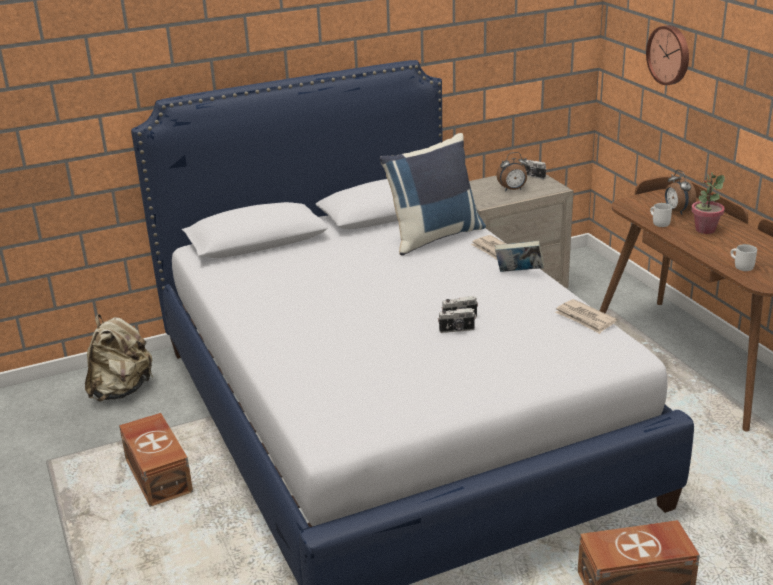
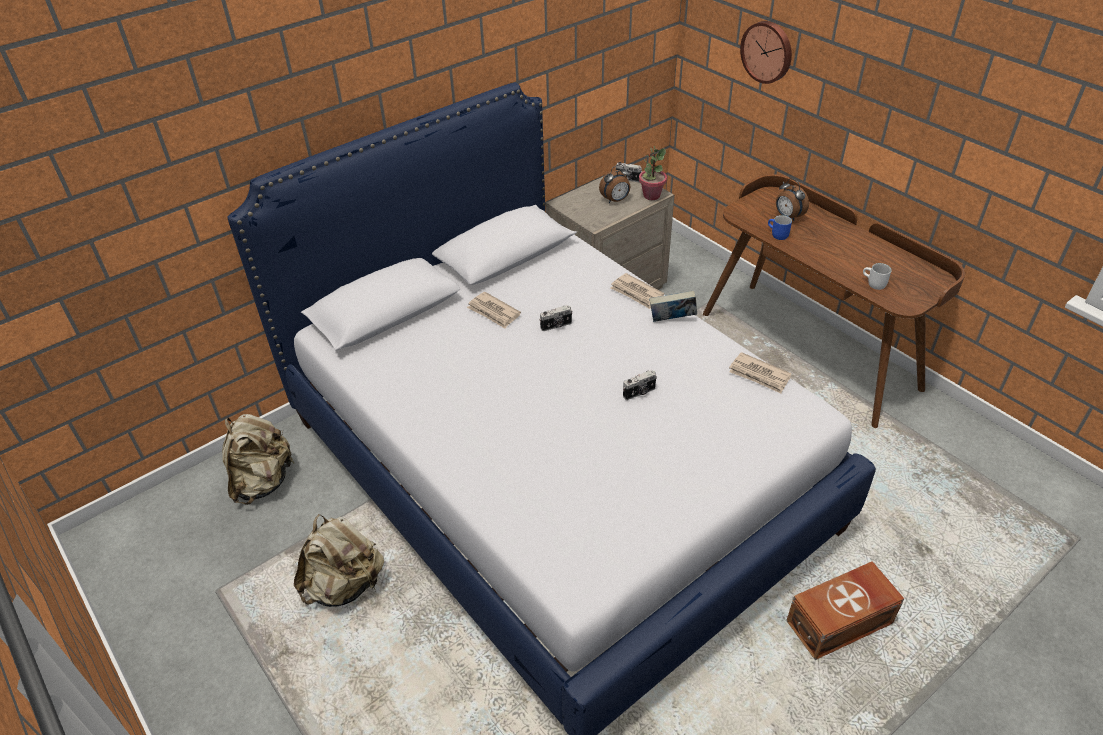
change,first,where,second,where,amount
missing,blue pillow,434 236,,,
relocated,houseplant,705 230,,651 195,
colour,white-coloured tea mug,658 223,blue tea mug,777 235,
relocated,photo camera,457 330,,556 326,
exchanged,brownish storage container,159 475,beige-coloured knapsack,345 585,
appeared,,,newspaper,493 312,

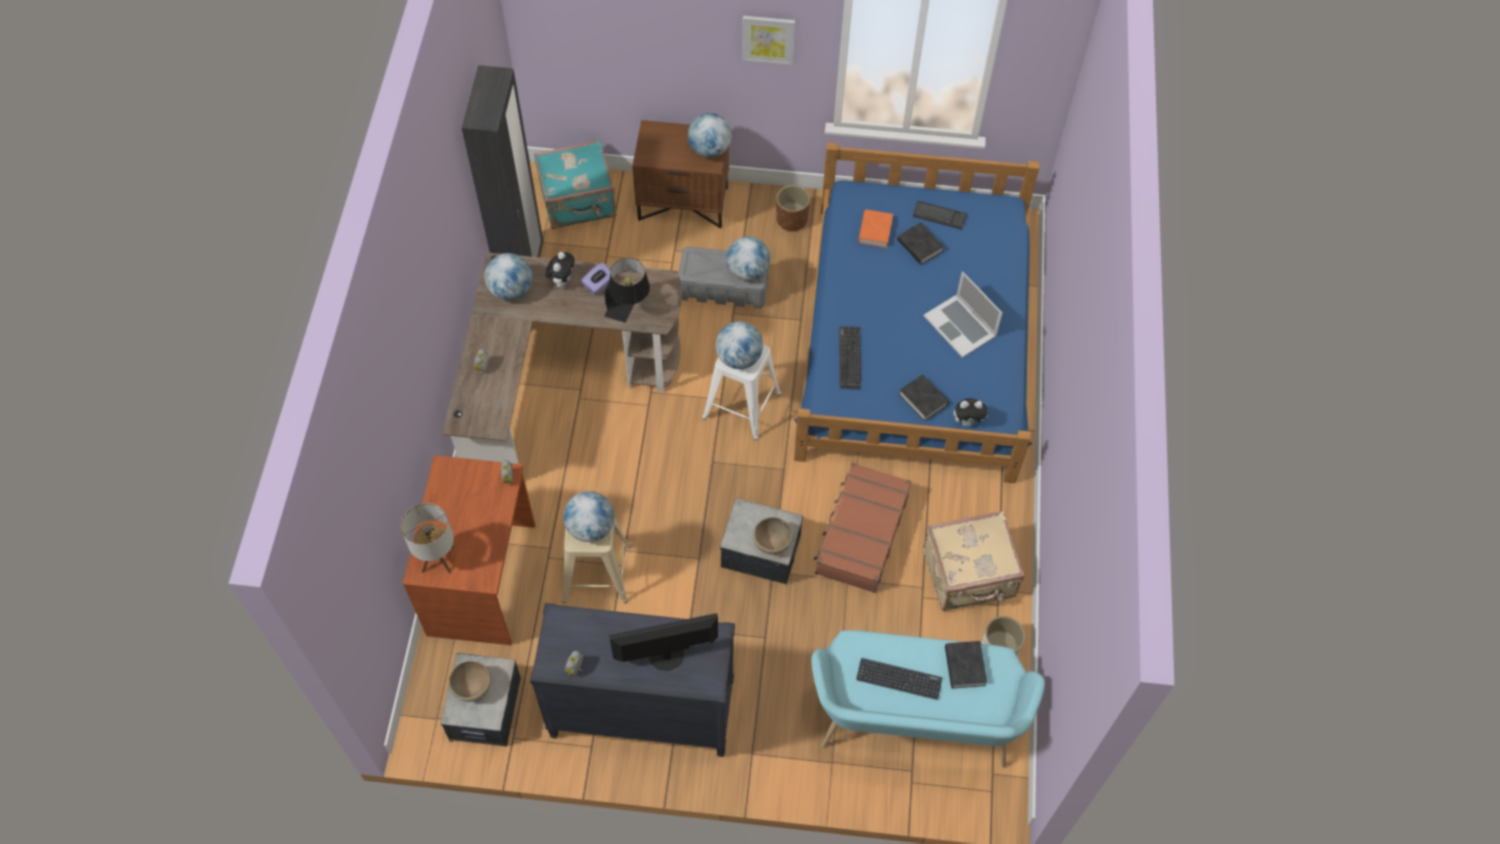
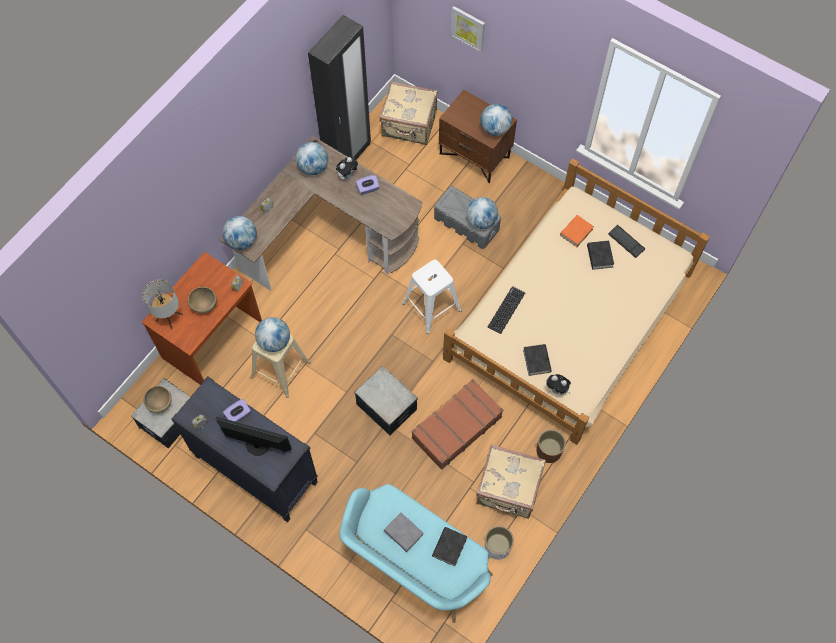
change,first,where,second,where,amount
relocated,picture,768 39,,468 28,
colour,blue-green piece of luggage,578 202,beige-coloured piece of luggage,409 125,
colour,blue sleeping bed,914 339,beige-coloured sleeping bed,569 316,
relocated,brownish planter,791 219,,548 451,
missing,black-coloured tabletop lamp,628 308,,,
missing,notebook computer,960 325,,,
relocated,world globe,739 358,,242 241,
relocated,brownish bowl,772 544,,204 306,
exchanged,PC keyboard,899 679,greyish book,403 533,
appeared,,,purple-coloured tissue box,238 415,

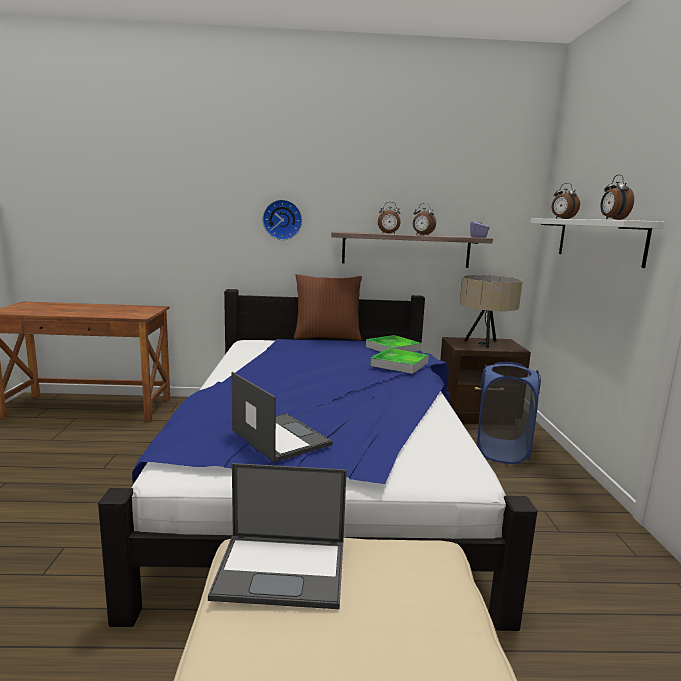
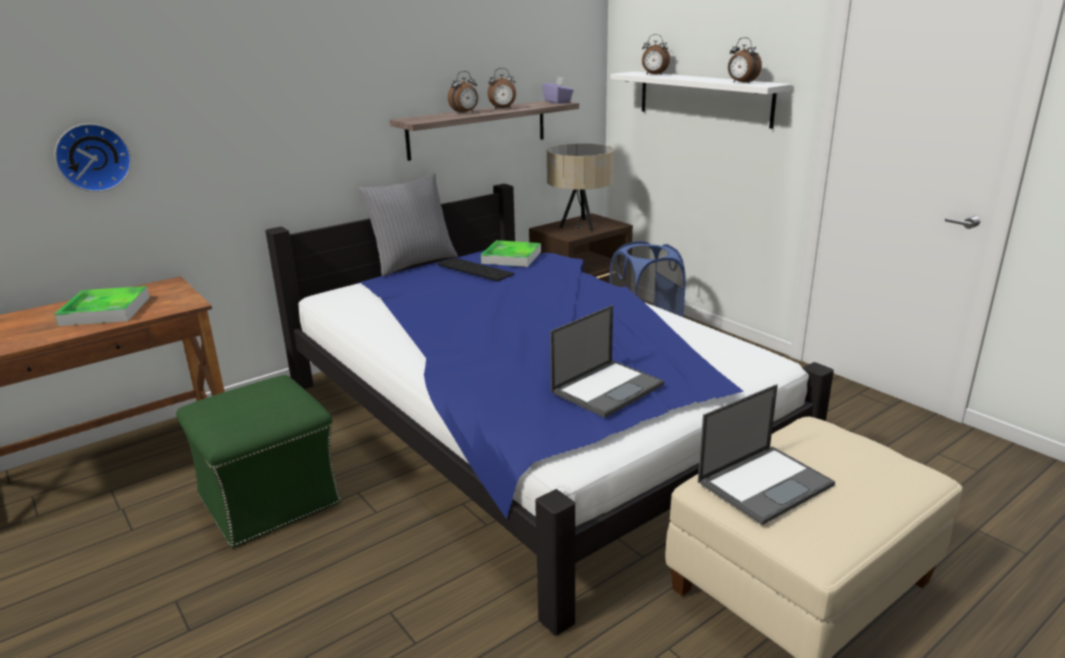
change,first,where,second,where,amount
relocated,hanging clock,282 219,,92 157,
colour,brownish pillow,327 337,greyish pillow,413 263,
relocated,serving tray,399 364,,105 311,
spun,notebook computer,279 437,,608 388,120 degrees clockwise
appeared,,,PC keyboard,473 269,
appeared,,,greenish ottoman,271 498,

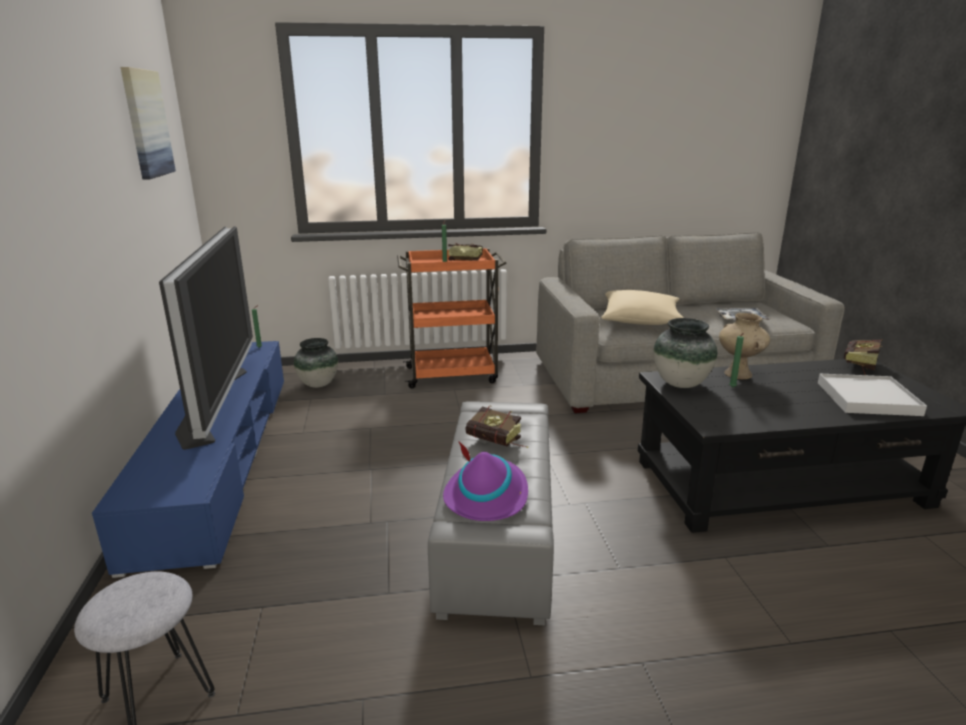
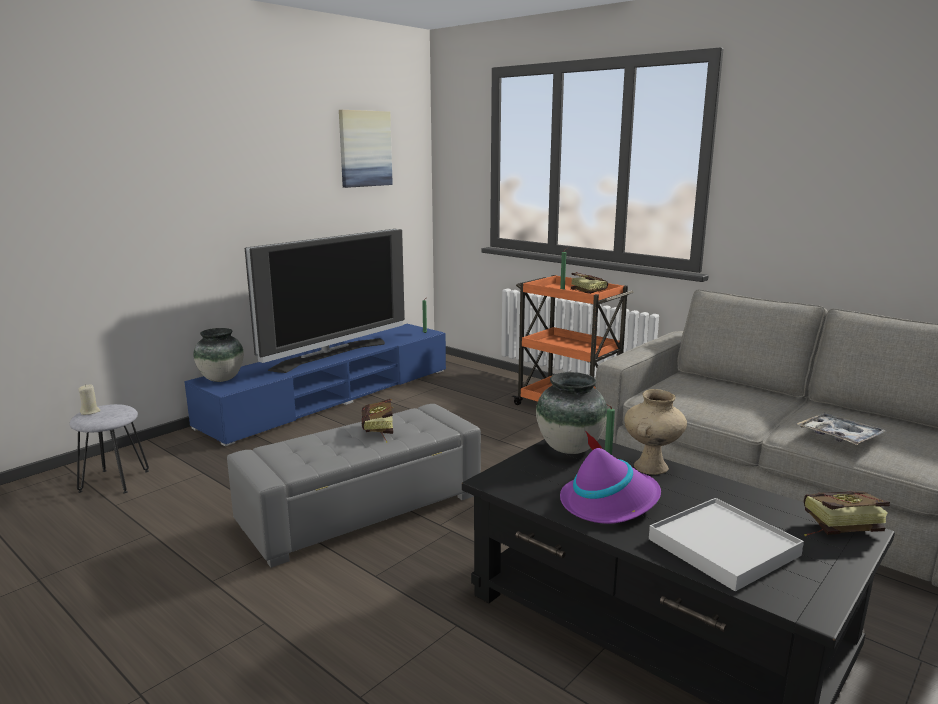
change,first,where,second,where,amount
missing,beige-coloured pillow,640 320,,,
relocated,vase,319 384,,221 379,
relocated,purple-coloured clothing hat,486 496,,609 503,
appeared,,,beige-coloured wax light,90 412,

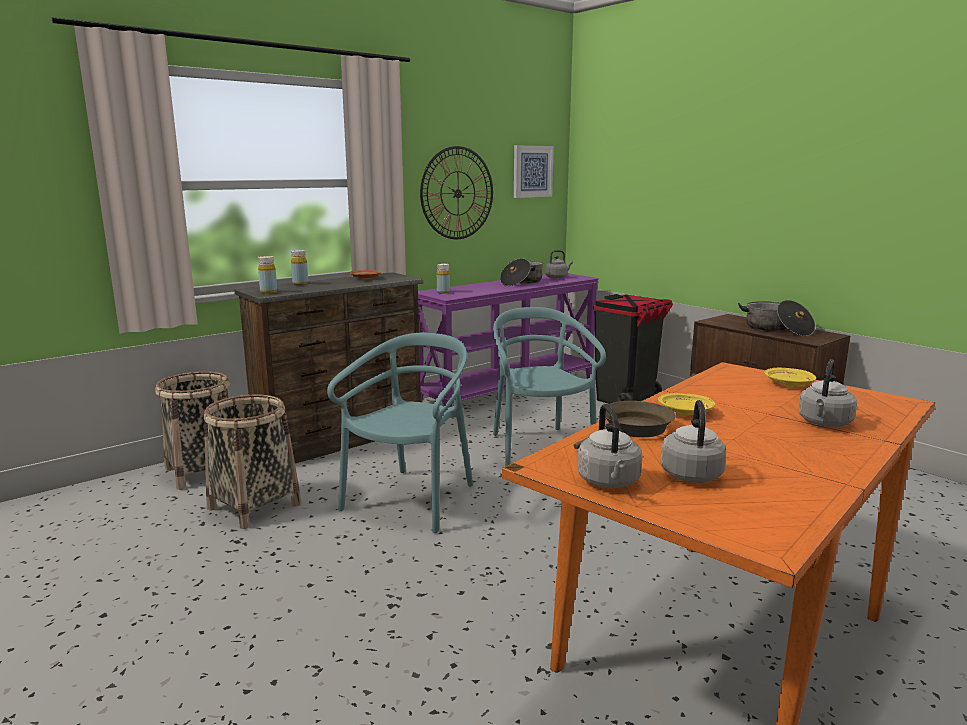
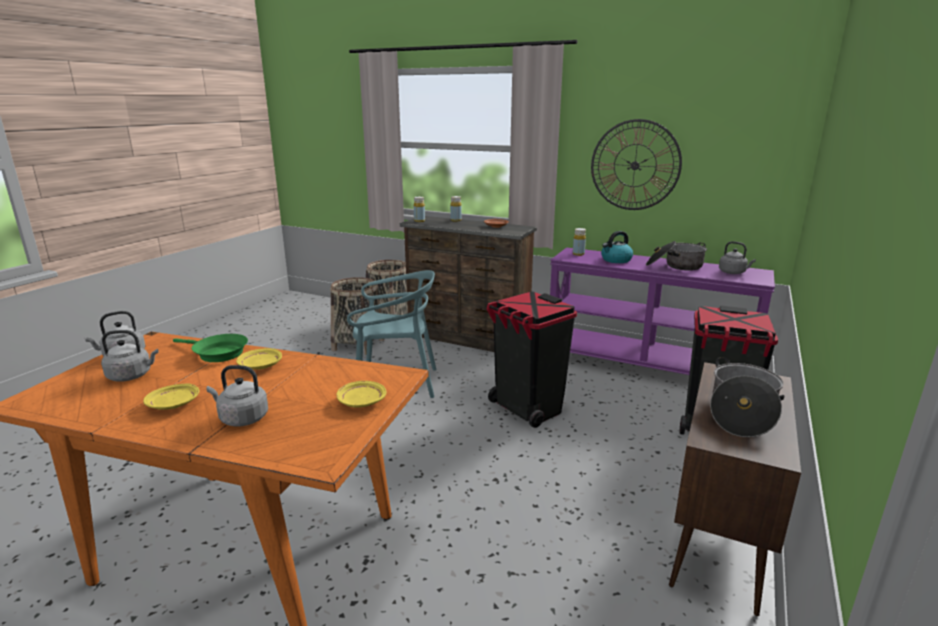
change,first,where,second,where,amount
missing,picture,532 171,,,
exchanged,blue-green chair,539 448,black-coloured waste bin,527 409,
colour,brownish skillet,632 429,greenish skillet,217 353,
appeared,,,water kettle,616 260,
appeared,,,yellowish dinner plate,174 404,

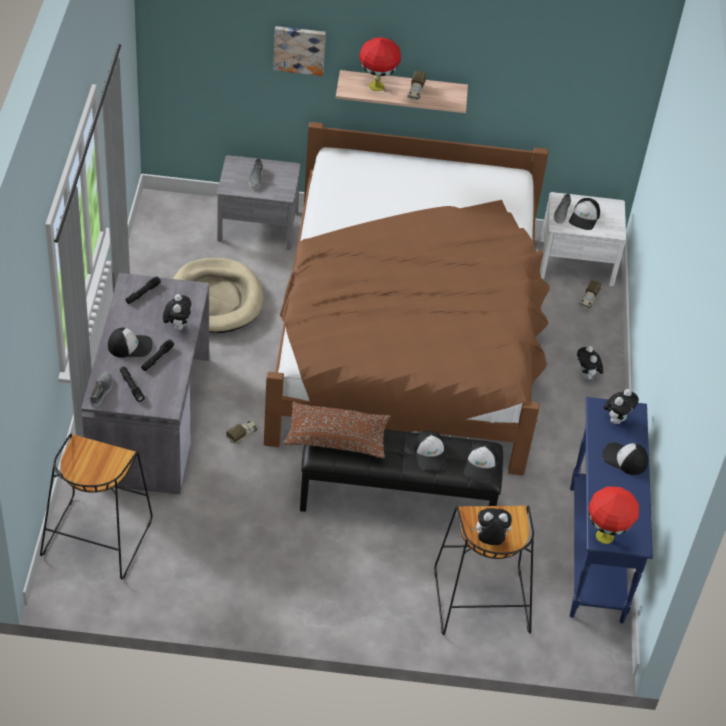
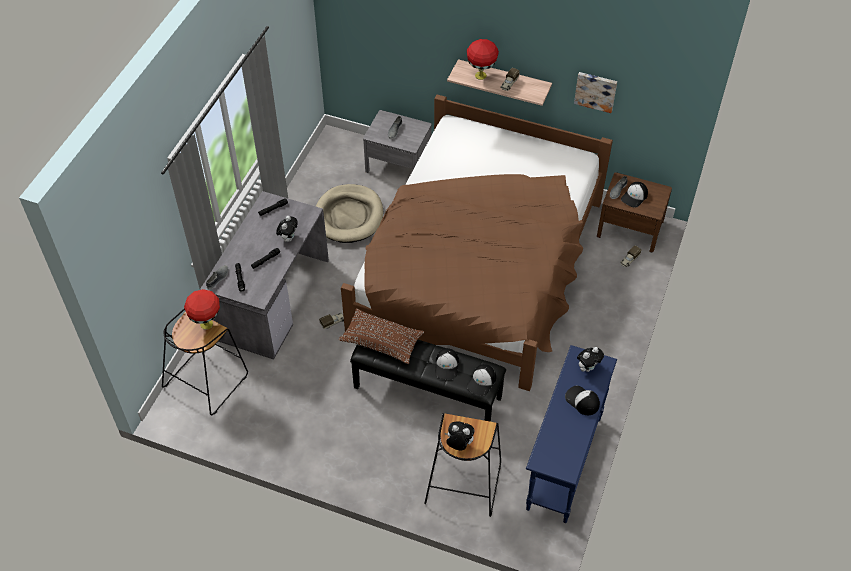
change,first,where,second,where,amount
relocated,picture,299 49,,595 91,
colour,white-coloured night table,576 262,brownish night table,630 228,
missing,cap,130 346,,,
missing,cuddly toy,587 376,,,
relocated,red-coloured tabletop lamp,605 536,,207 324,

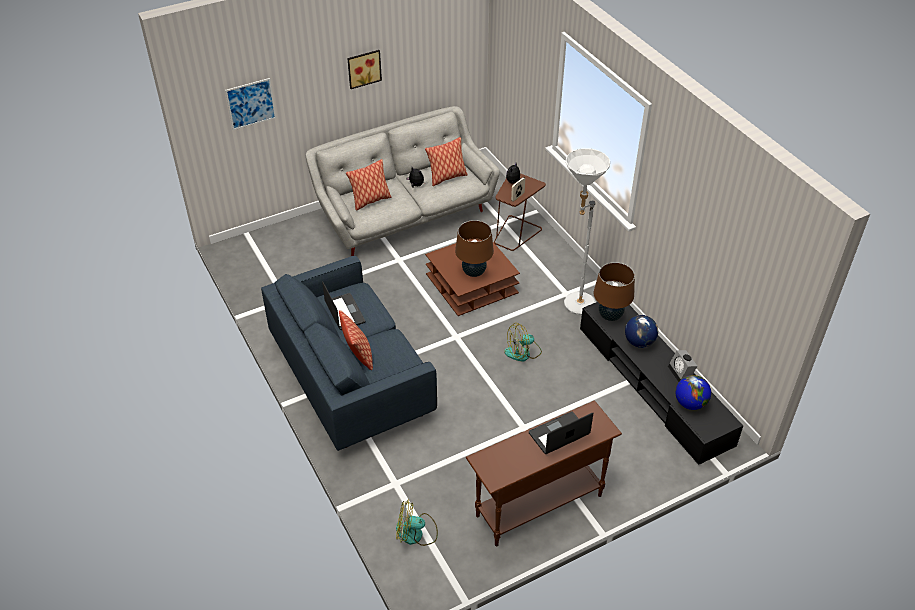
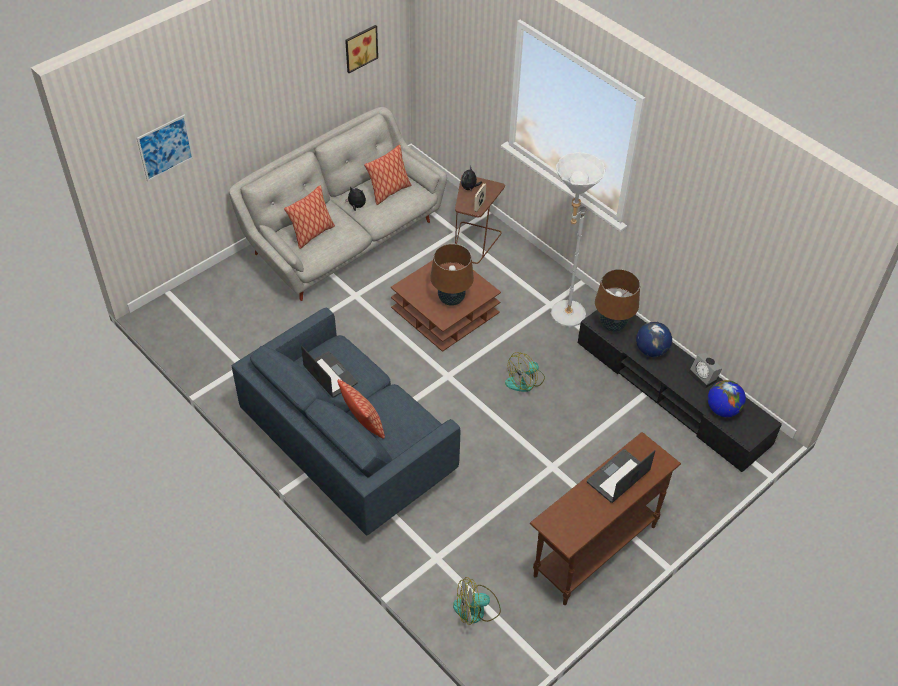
change,first,where,second,where,amount
relocated,picture,363 68,,360 47,

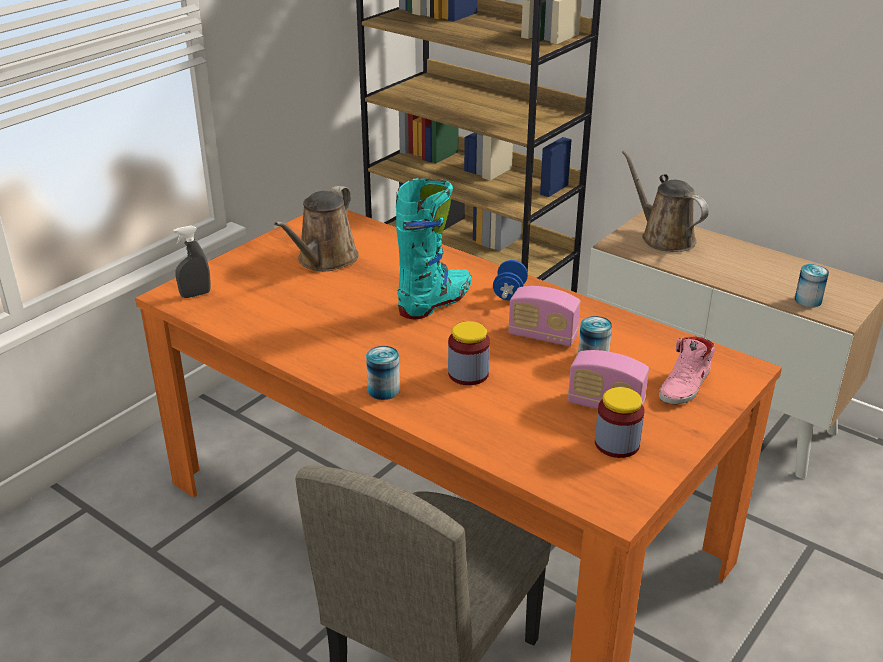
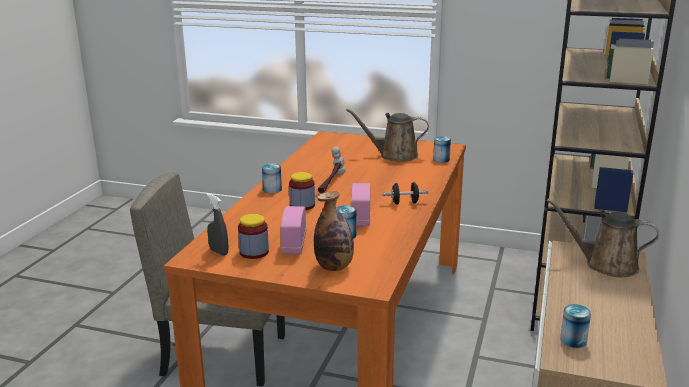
change,first,where,second,where,amount
spun,brownish sprinkling can,664 237,,605 265,105 degrees counterclockwise
missing,blue-green tall boot,435 302,,,
relocated,greyish spray bottle,195 294,,219 252,
colour,blue free weight,509 293,black-coloured free weight,405 203,
exchanged,pink-coloured shoe,685 385,bottle,334 267,
appeared,,,can,441 159,
appeared,,,tool hammer,331 183,

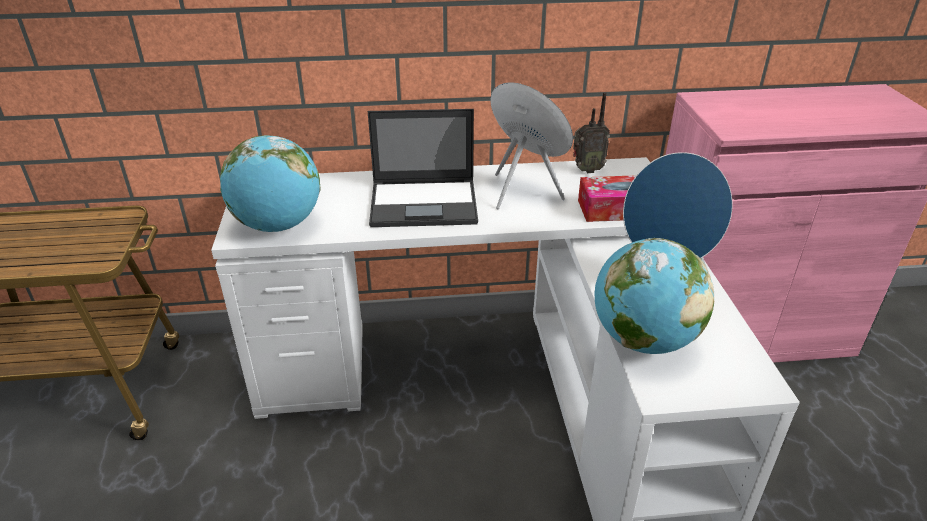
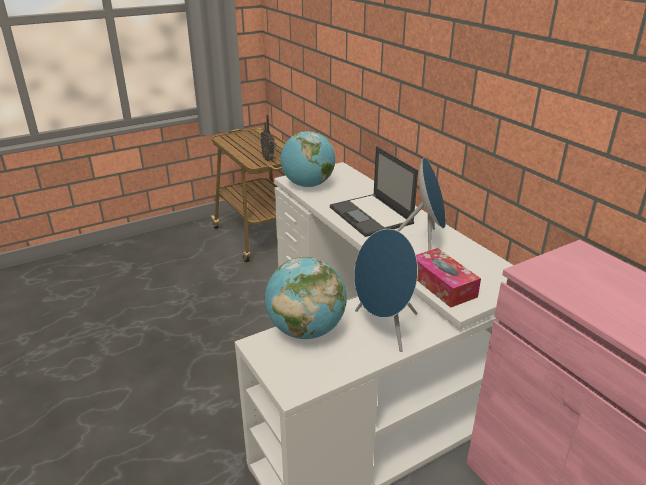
change,first,where,second,where,amount
relocated,radio receiver,586 170,,269 159,

